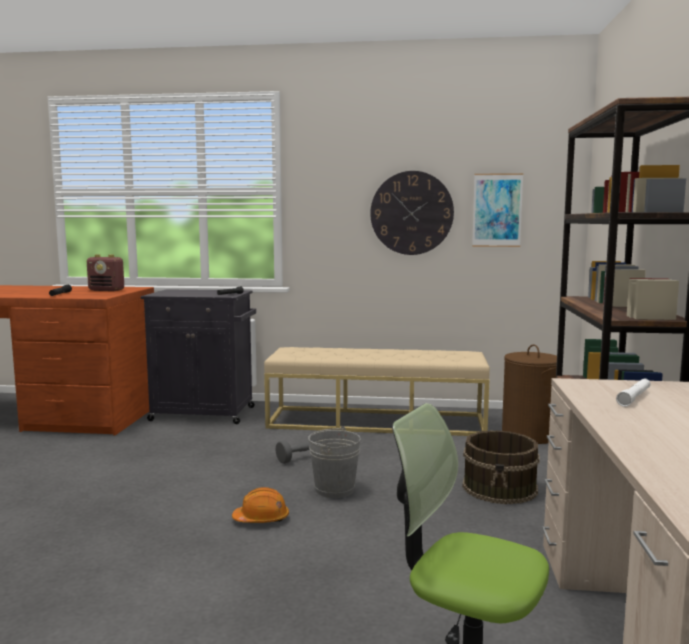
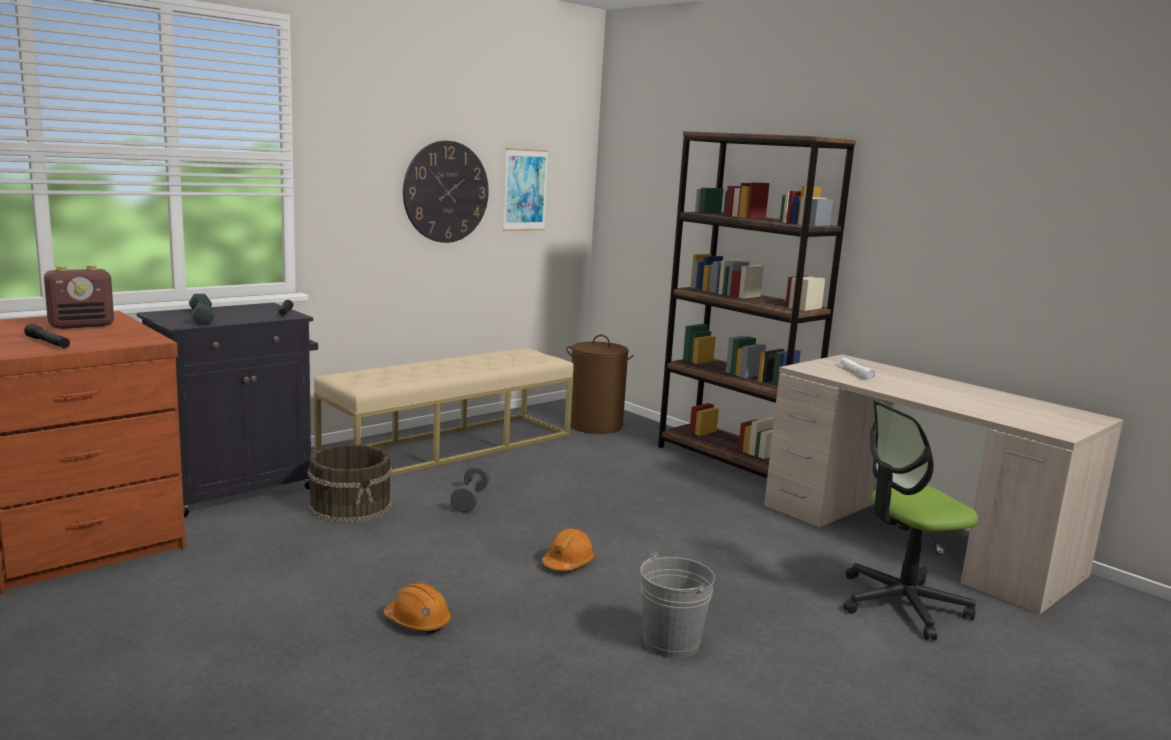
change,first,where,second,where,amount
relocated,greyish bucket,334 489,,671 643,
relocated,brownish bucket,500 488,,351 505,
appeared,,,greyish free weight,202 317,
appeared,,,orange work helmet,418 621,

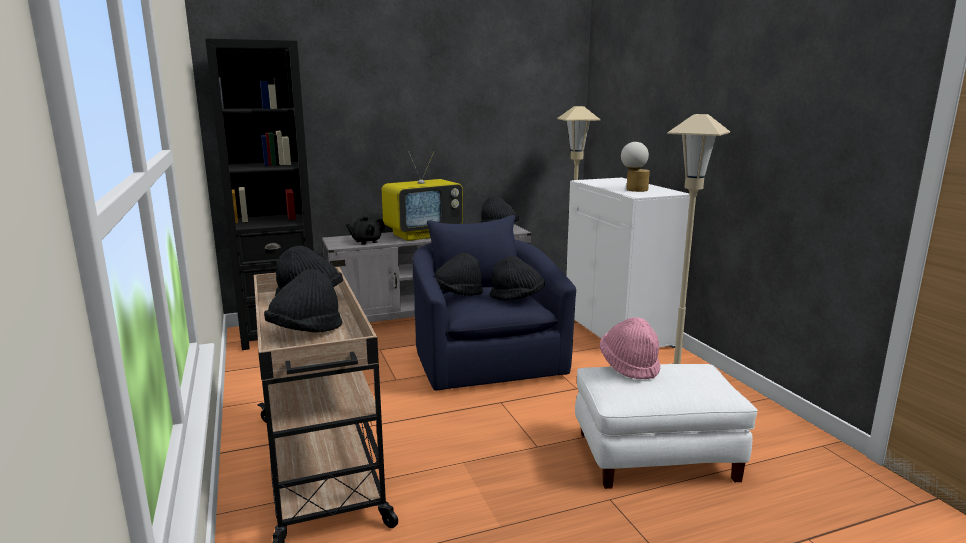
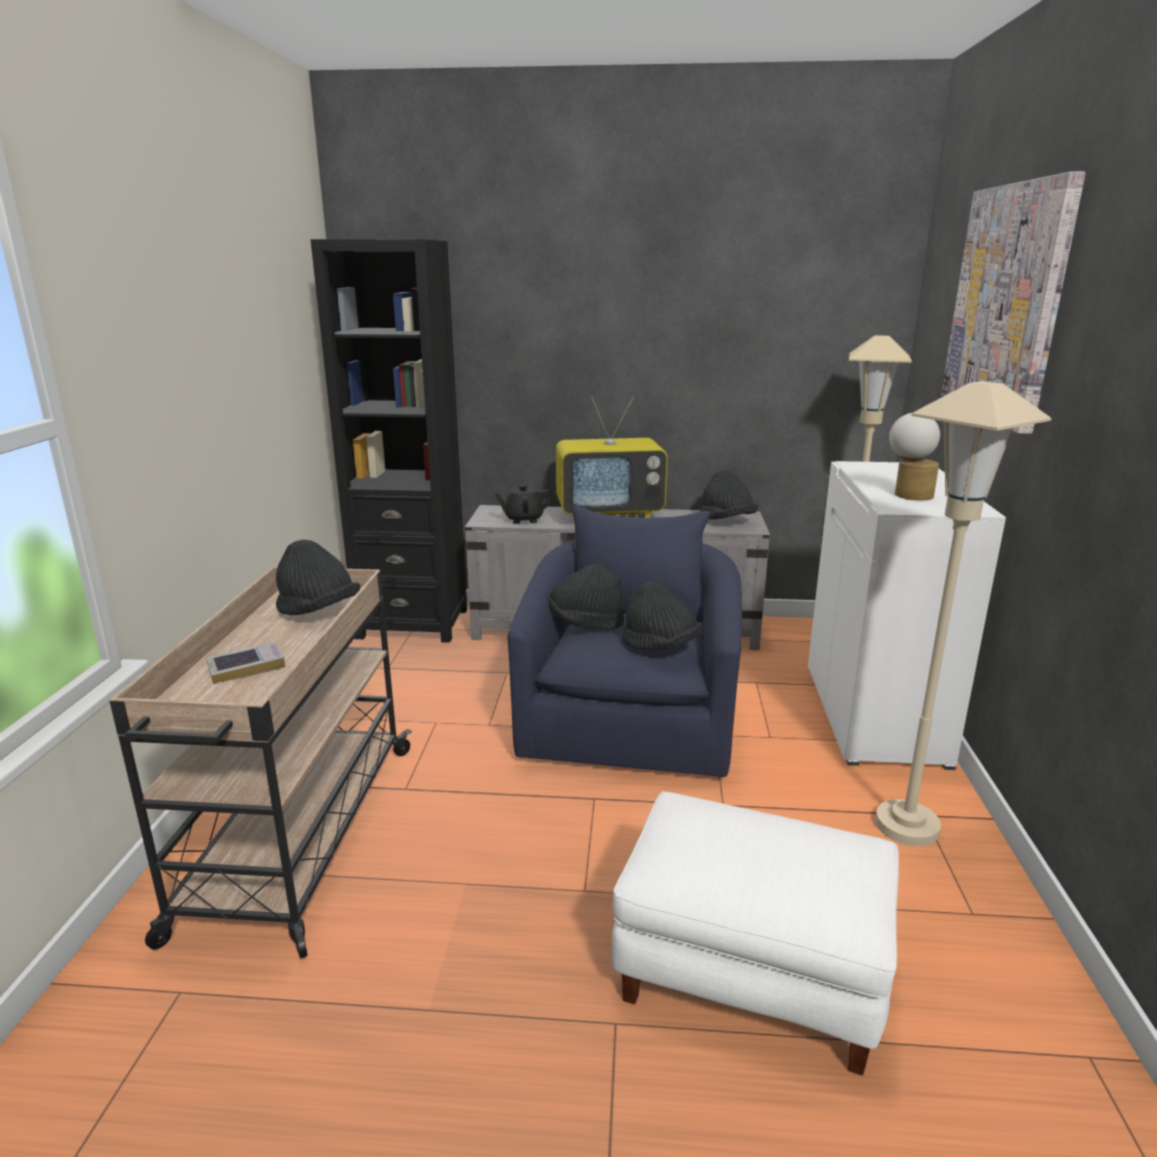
change,first,where,second,where,amount
exchanged,black-coloured clothing hat,305 332,book,246 667,
missing,pink-coloured clothing hat,629 366,,,
appeared,,,picture,1007 303,

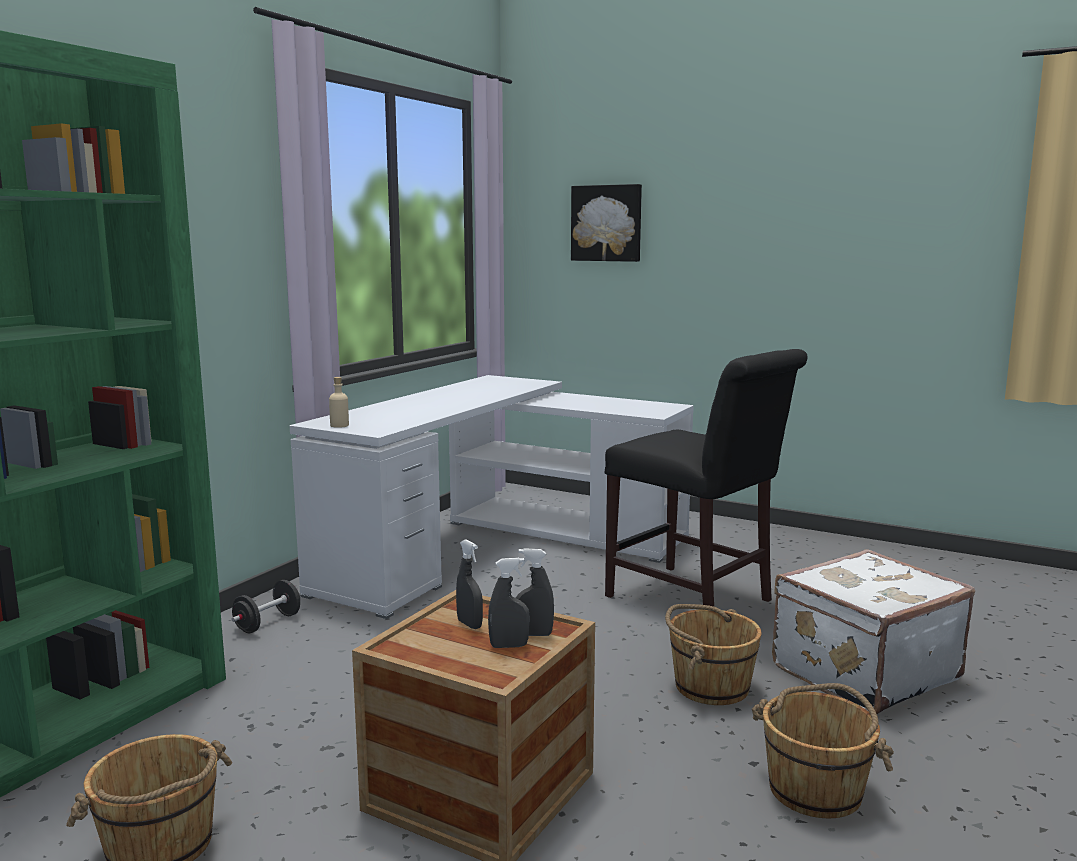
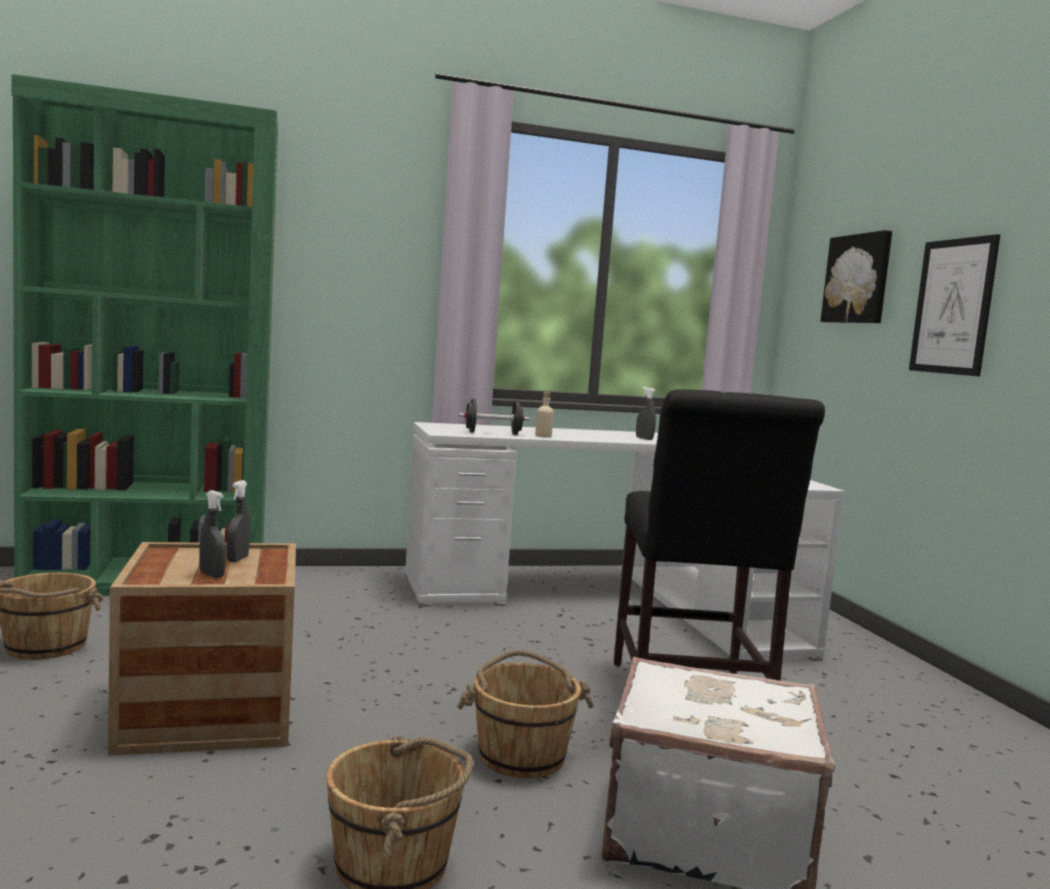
change,first,where,second,where,amount
relocated,beige-coloured bottle,339 425,,543 436,
relocated,greyish spray bottle,533 634,,644 438,
relocated,black-coloured free weight,267 623,,493 433,
appeared,,,picture,953 306,

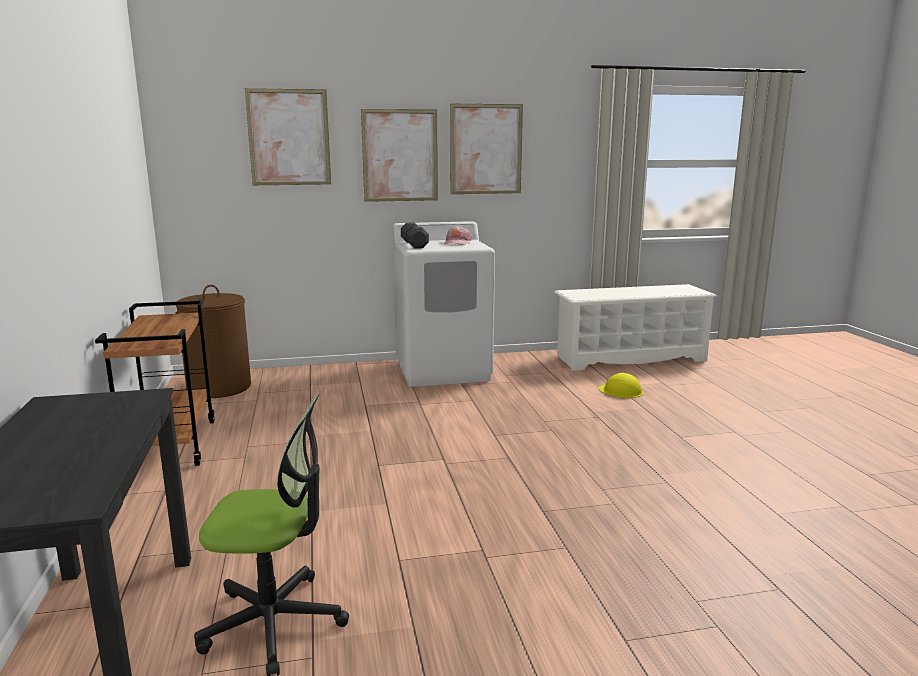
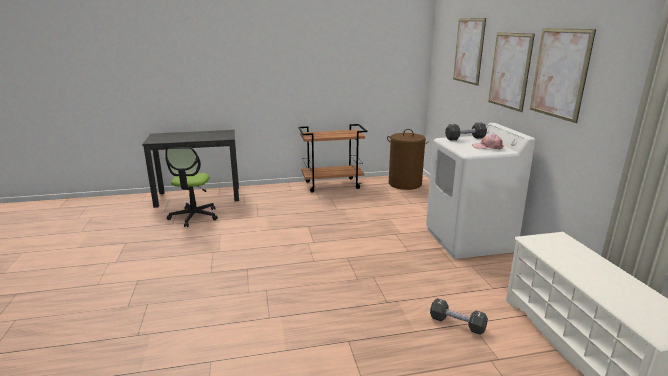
change,first,where,second,where,amount
exchanged,yellowish work helmet,621 391,black-coloured free weight,457 324,

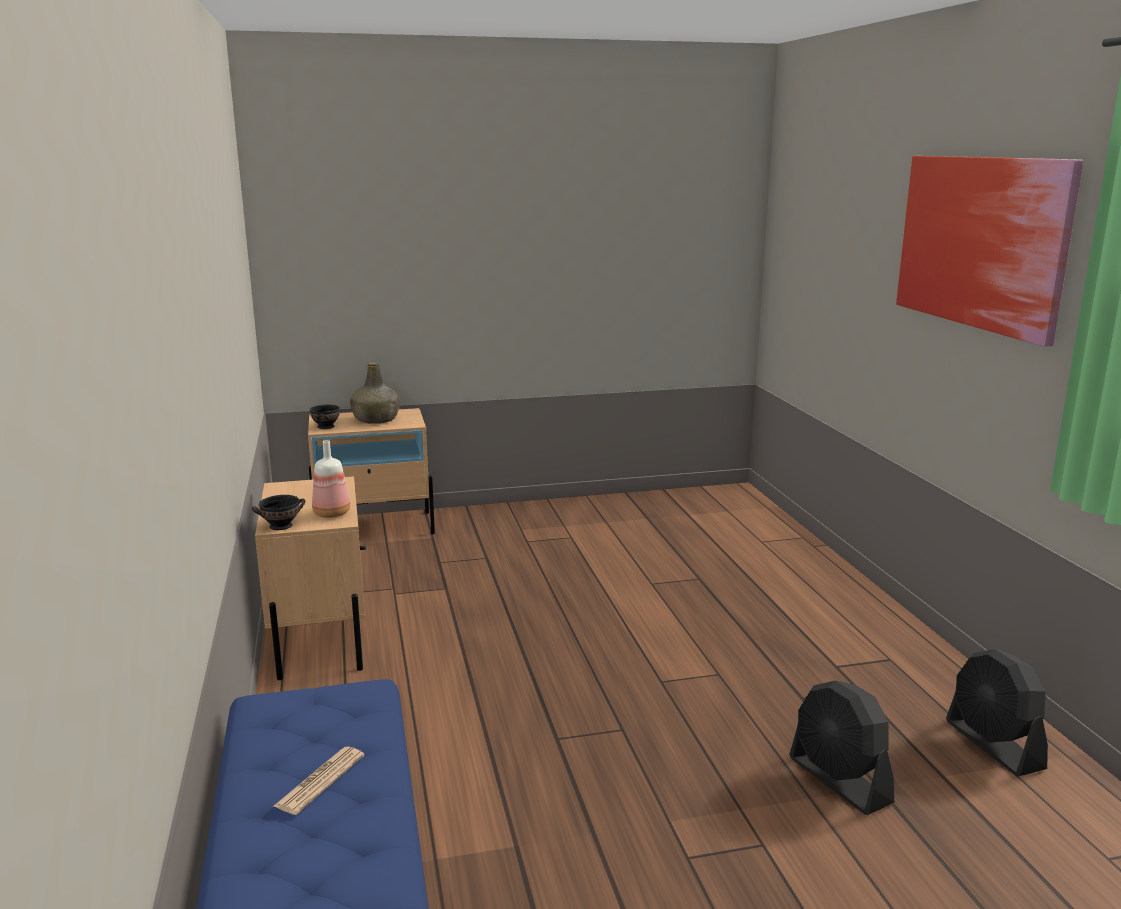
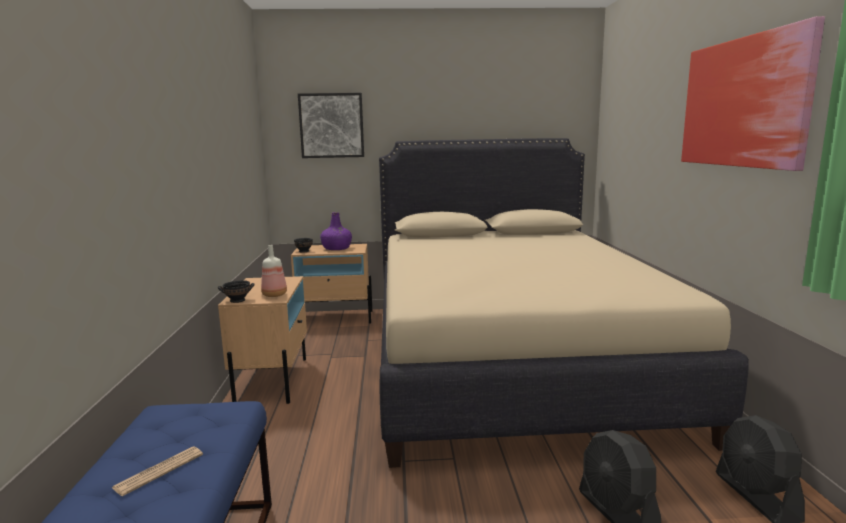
change,first,where,second,where,amount
colour,greenish bottle,376 420,purple-coloured bottle,337 248,
appeared,,,picture,331 125,
appeared,,,beige-coloured sleeping bed,508 359,

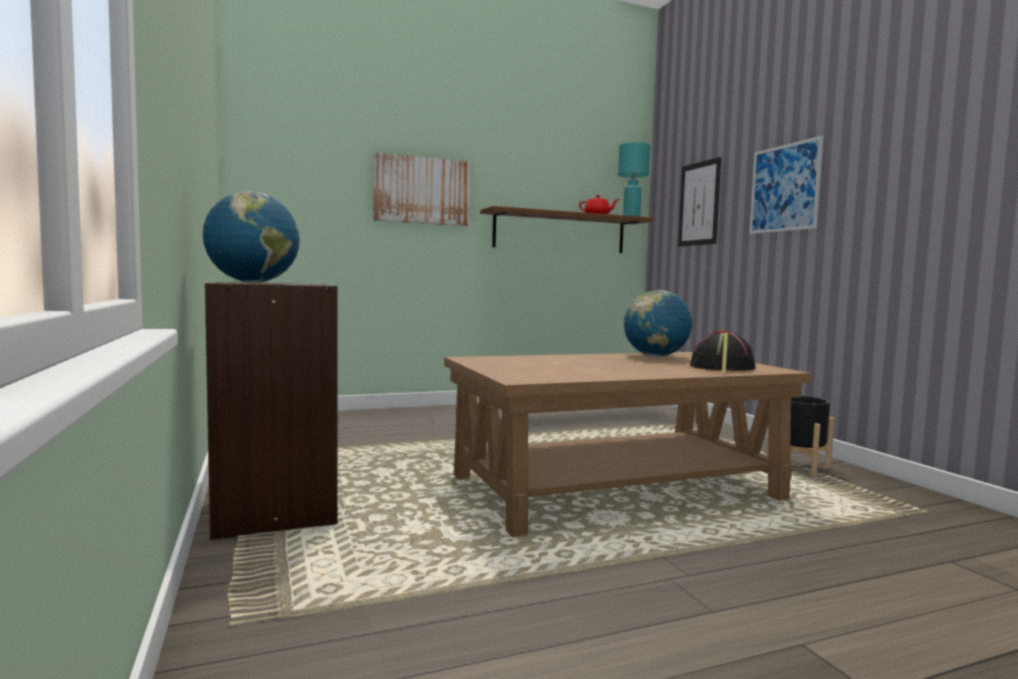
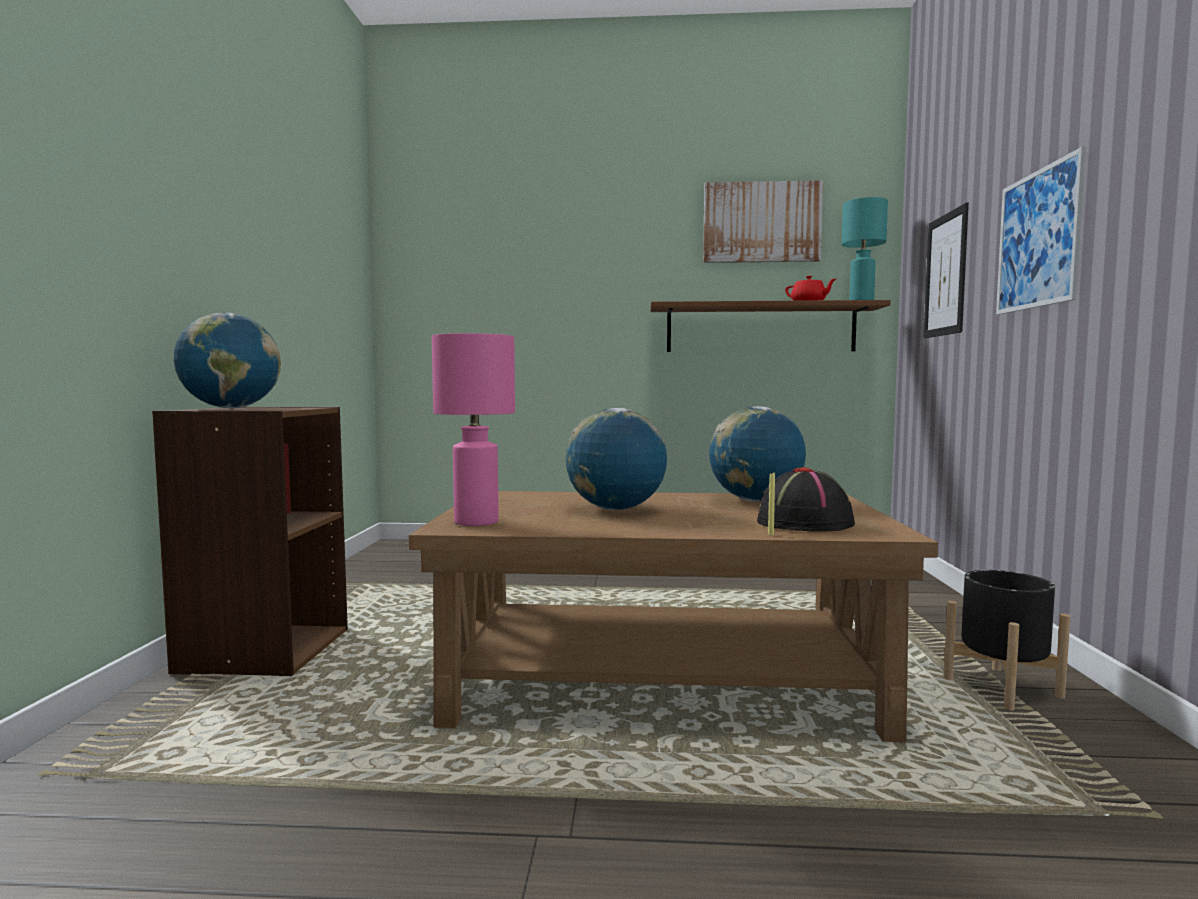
change,first,where,second,where,amount
relocated,picture,422 190,,761 222,
appeared,,,pink-coloured tabletop lamp,475 522,
appeared,,,world globe,616 509,

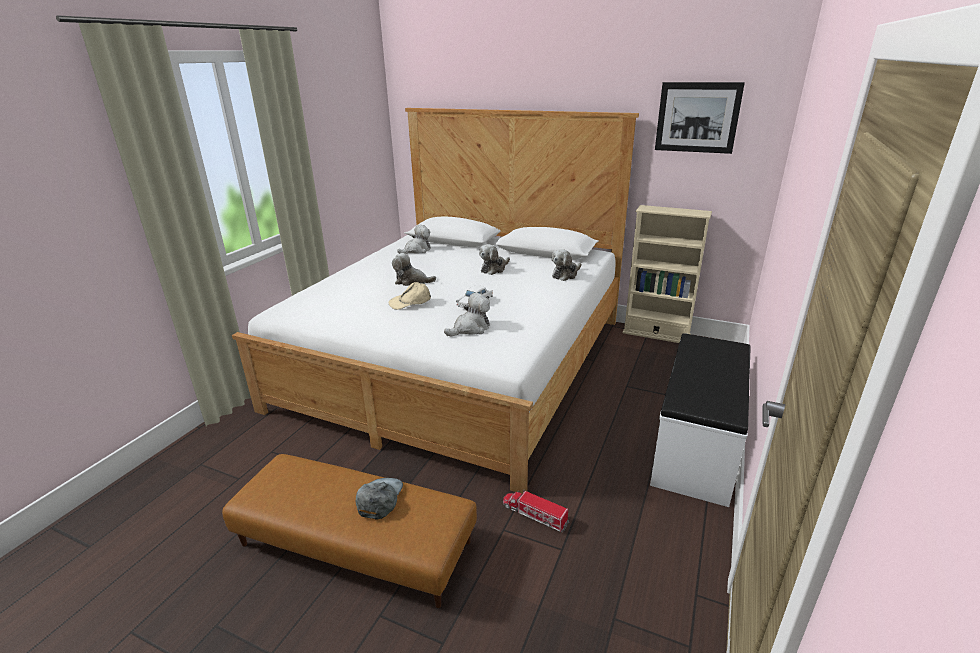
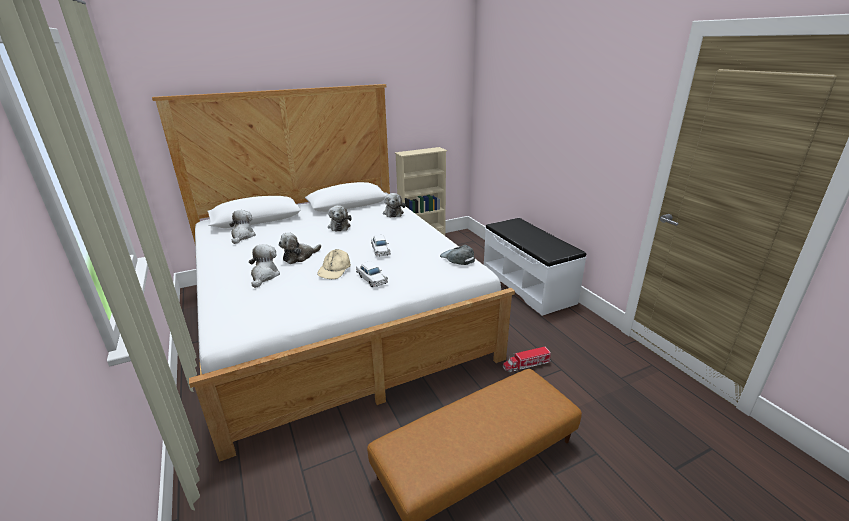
change,first,where,second,where,amount
missing,picture,697 117,,,
relocated,cuddly toy,470 328,,264 276,
relocated,greyish cap,379 499,,457 258,
appeared,,,white-coloured toy car,371 279,

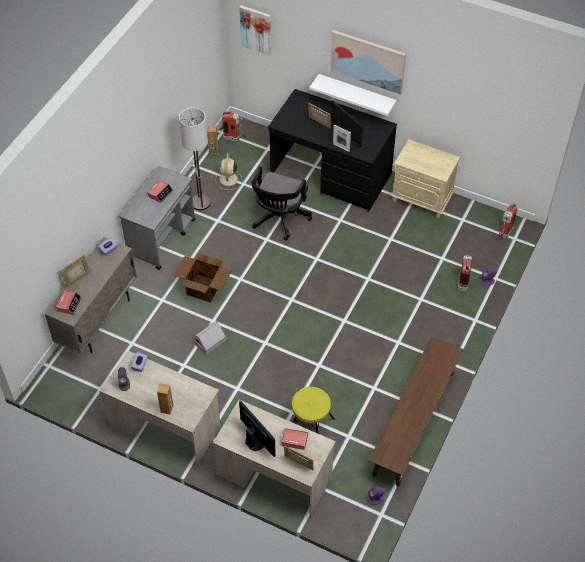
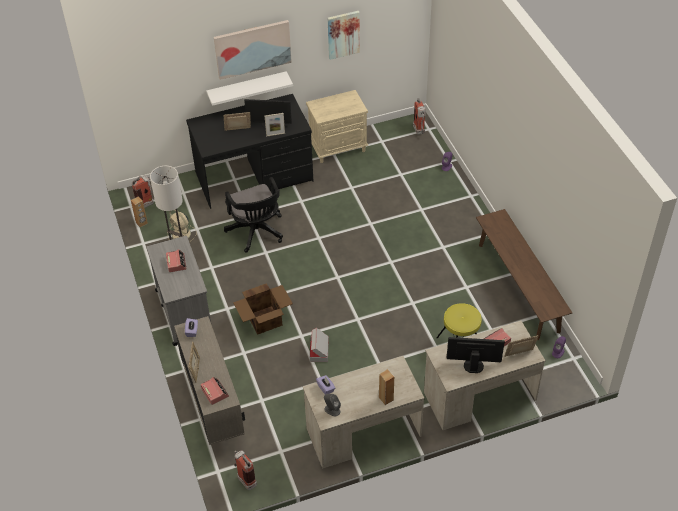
change,first,where,second,where,amount
relocated,picture,256 29,,343 34,
relocated,extinguisher,463 282,,244 478,

